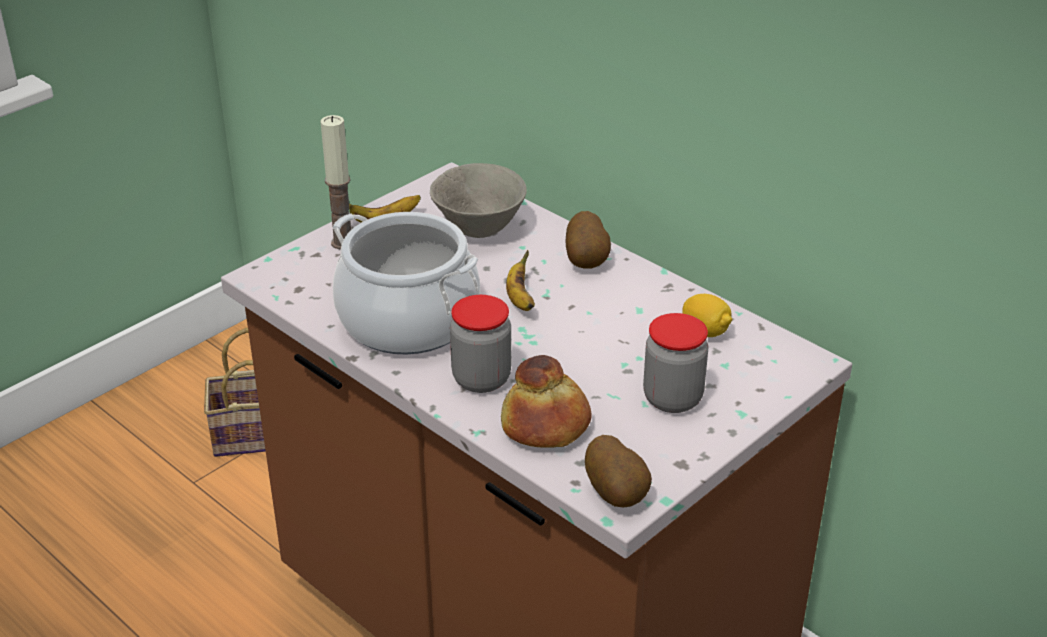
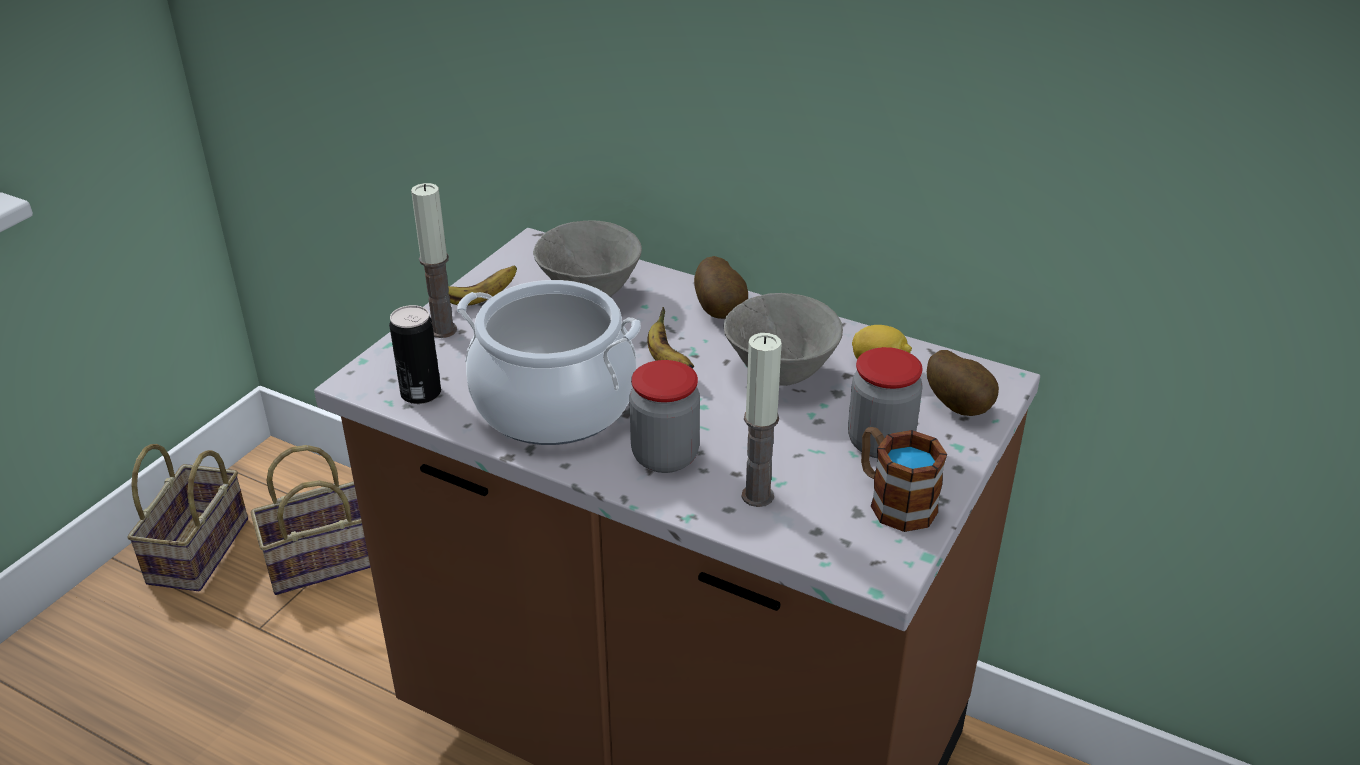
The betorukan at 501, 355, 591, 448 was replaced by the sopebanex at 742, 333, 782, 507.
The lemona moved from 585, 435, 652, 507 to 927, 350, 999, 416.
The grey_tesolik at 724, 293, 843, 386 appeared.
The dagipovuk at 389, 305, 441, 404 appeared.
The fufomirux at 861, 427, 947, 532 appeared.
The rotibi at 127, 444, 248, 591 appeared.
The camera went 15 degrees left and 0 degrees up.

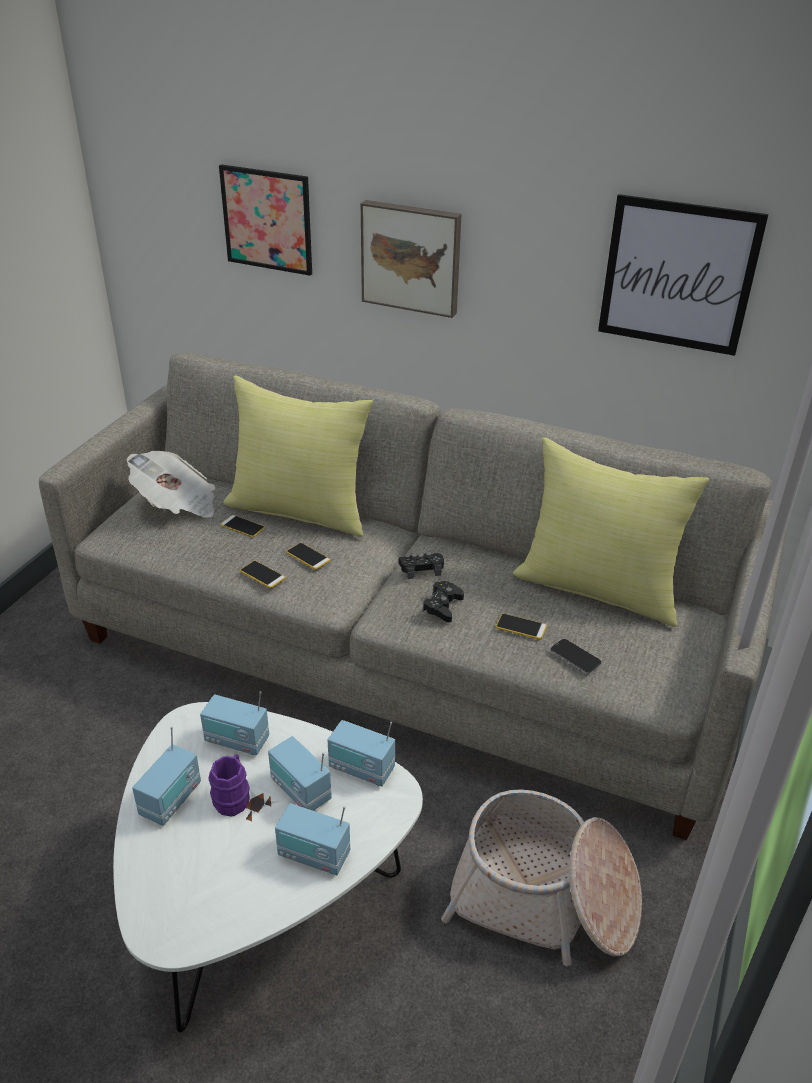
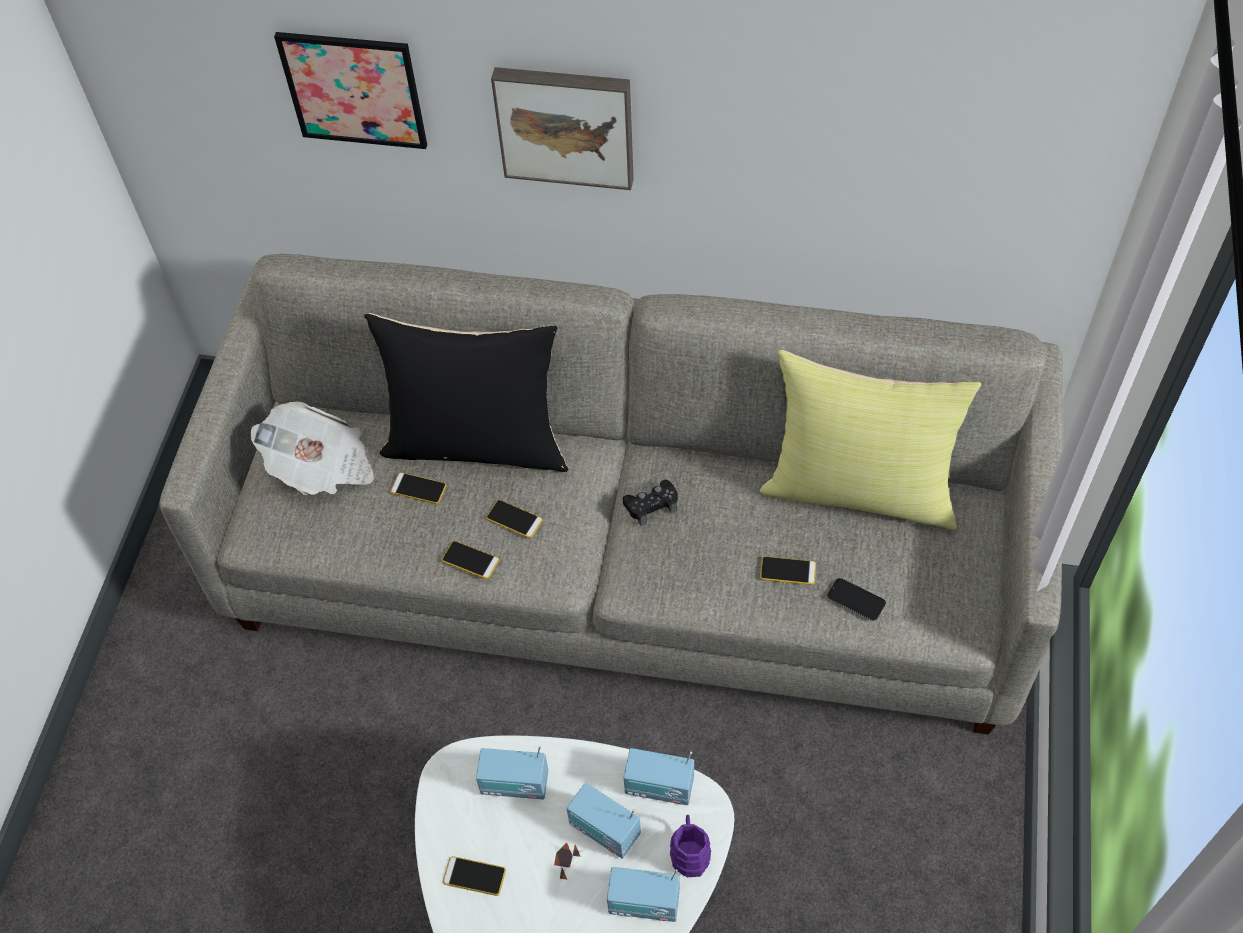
The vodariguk at 598, 194, 768, 356 disappeared.
The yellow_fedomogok at 223, 376, 373, 537 became the black_fedomogok at 364, 313, 568, 472.
The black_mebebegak at 423, 581, 464, 622 disappeared.
The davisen at 132, 726, 201, 826 was replaced by the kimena at 443, 856, 506, 896.
The purple_fufomirux moved from 208, 754, 250, 817 to 670, 815, 711, 877.
The rotibi at 441, 790, 642, 966 disappeared.
The camera went 10 degrees left and 20 degrees up.

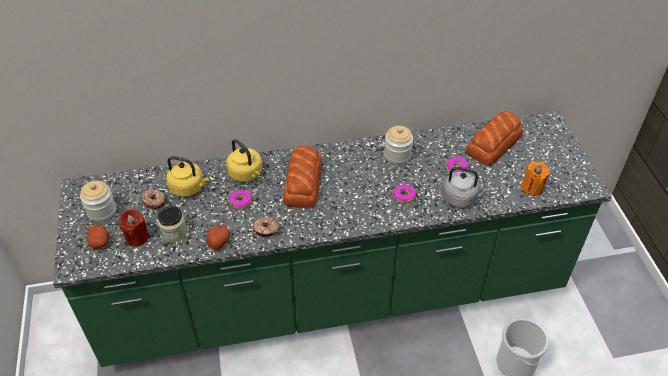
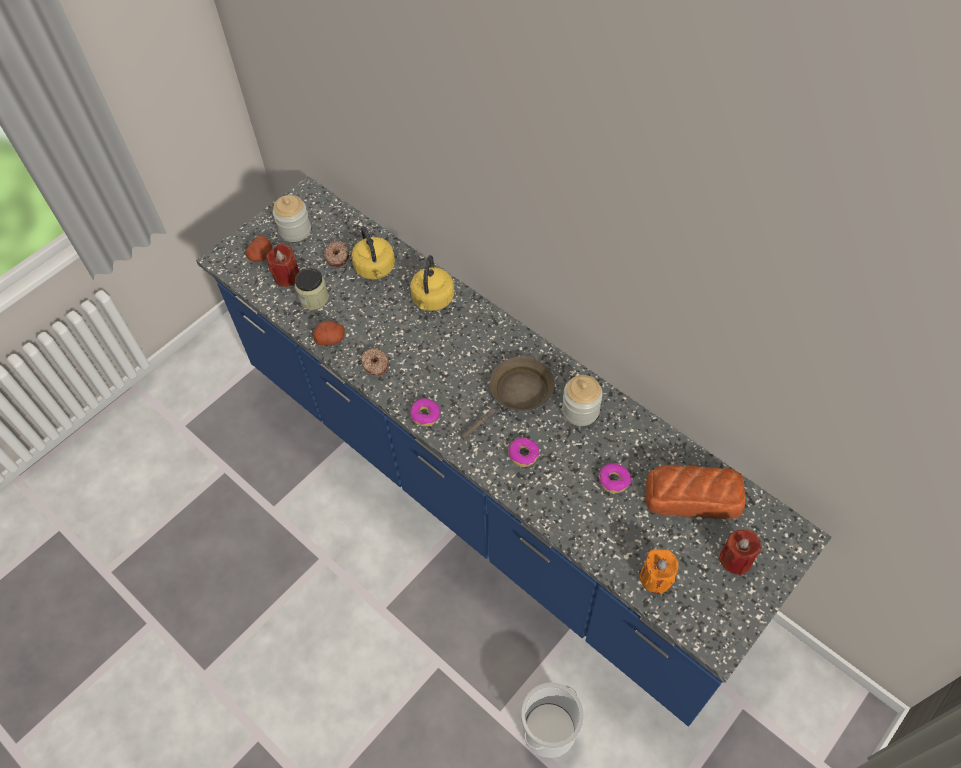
The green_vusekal at 53, 111, 612, 367 became the blue_vusekal at 196, 176, 831, 726.
The betorukan at 283, 146, 322, 208 disappeared.
The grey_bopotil at 442, 167, 491, 208 disappeared.
The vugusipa moved from 229, 190, 253, 210 to 410, 398, 441, 426.
The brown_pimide at 461, 357, 555, 439 appeared.
The red_sopebanex at 718, 530, 761, 576 appeared.
The camera went 55 degrees right and 10 degrees up.

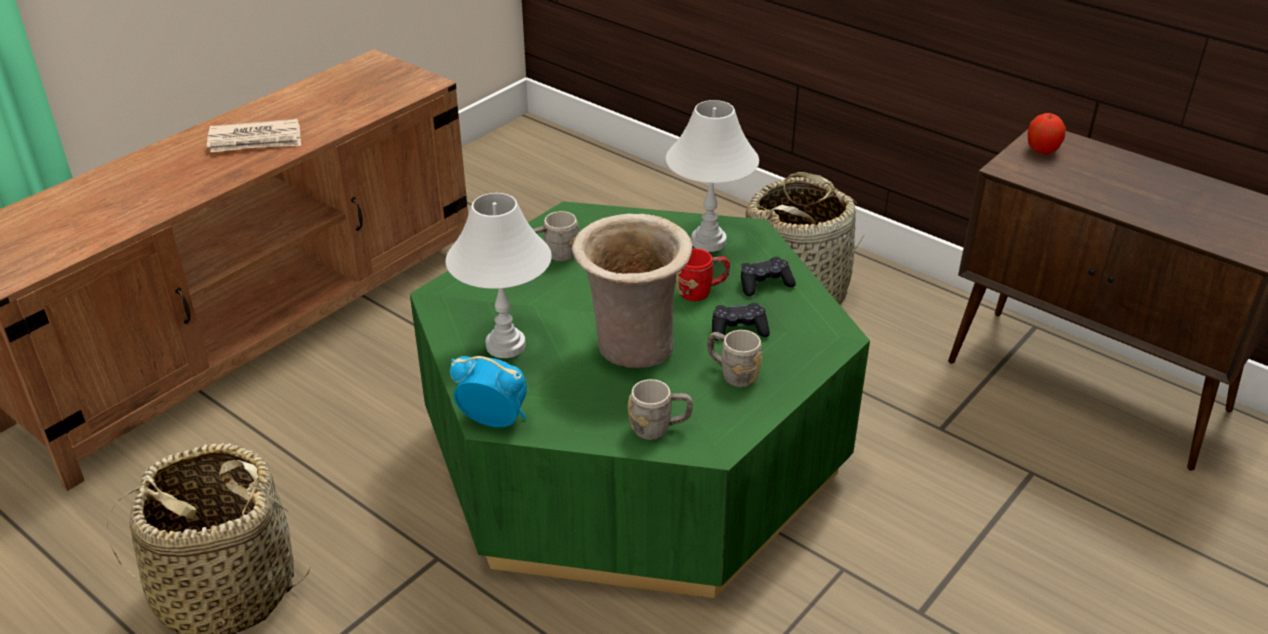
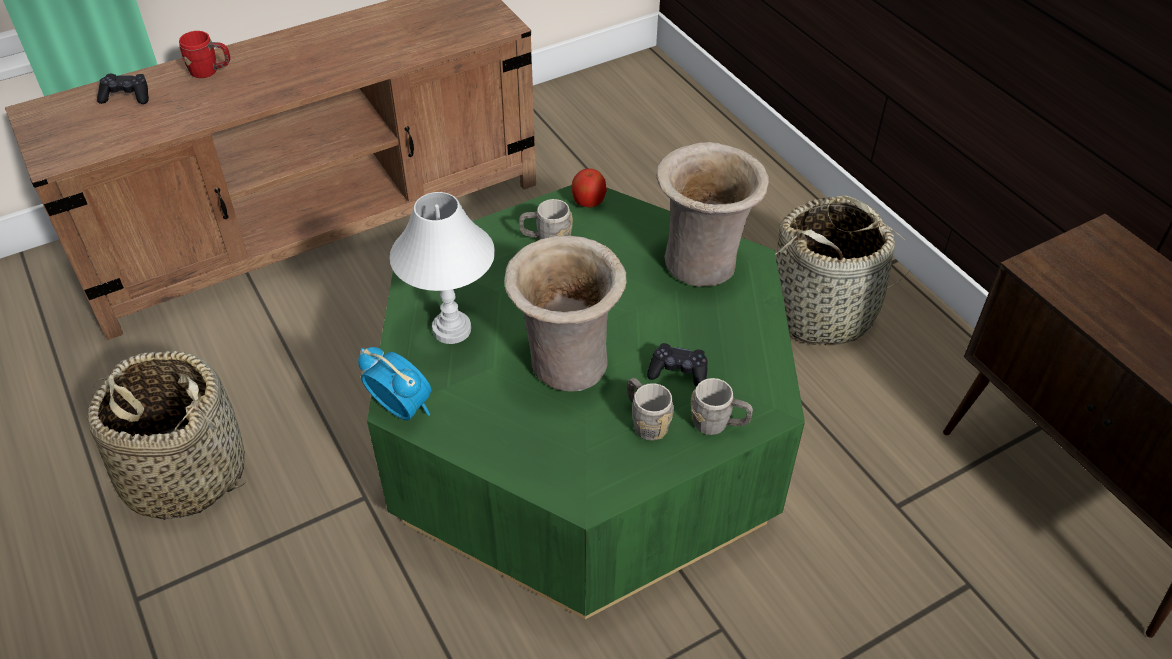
The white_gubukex at 666, 100, 759, 252 was replaced by the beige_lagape at 656, 142, 769, 287.
The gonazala moved from 1028, 113, 1066, 154 to 571, 168, 607, 208.
The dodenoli at 207, 119, 301, 152 disappeared.
The red_fufomirux moved from 676, 249, 730, 301 to 179, 31, 230, 78.
The black_mebebegak moved from 741, 257, 796, 296 to 97, 74, 149, 104.
The grey_fufomirux moved from 628, 379, 693, 440 to 691, 378, 753, 435.
The camera went 20 degrees right and 10 degrees up.

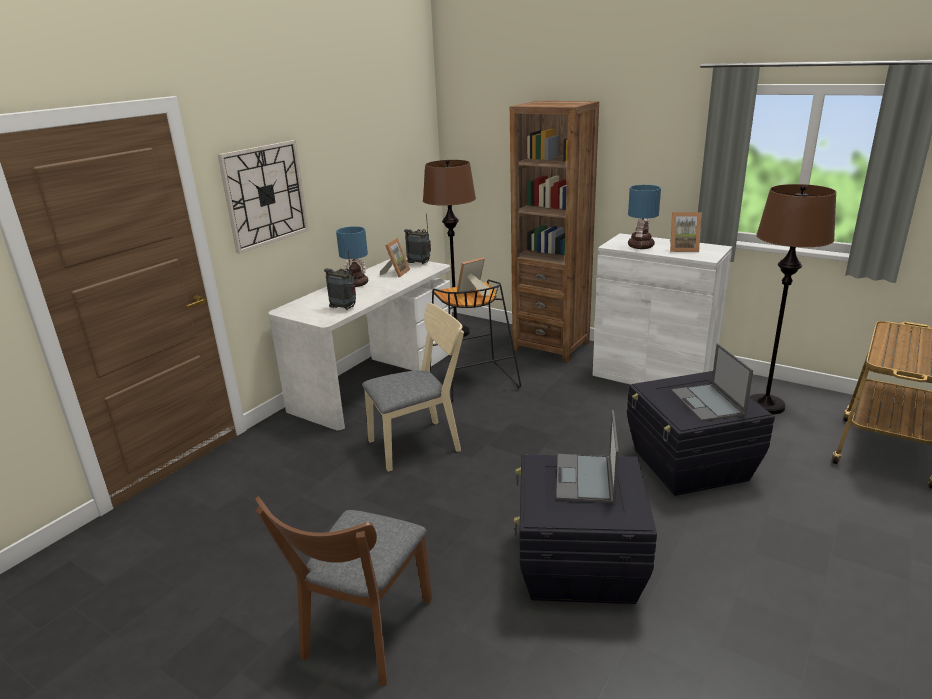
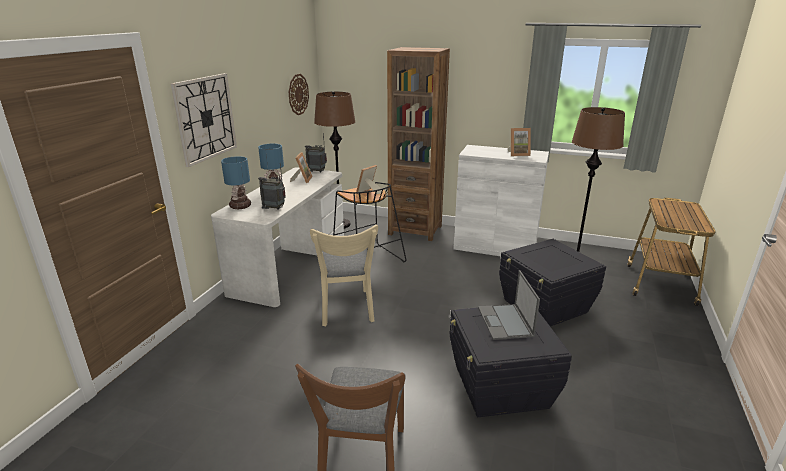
The gubukex moved from 628, 185, 661, 249 to 221, 156, 251, 209.
The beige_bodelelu at 362, 303, 464, 472 turned 120 degrees clockwise.
The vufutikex at 671, 343, 753, 421 disappeared.
The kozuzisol at 289, 74, 309, 115 appeared.
The camera went 15 degrees left and 0 degrees up.

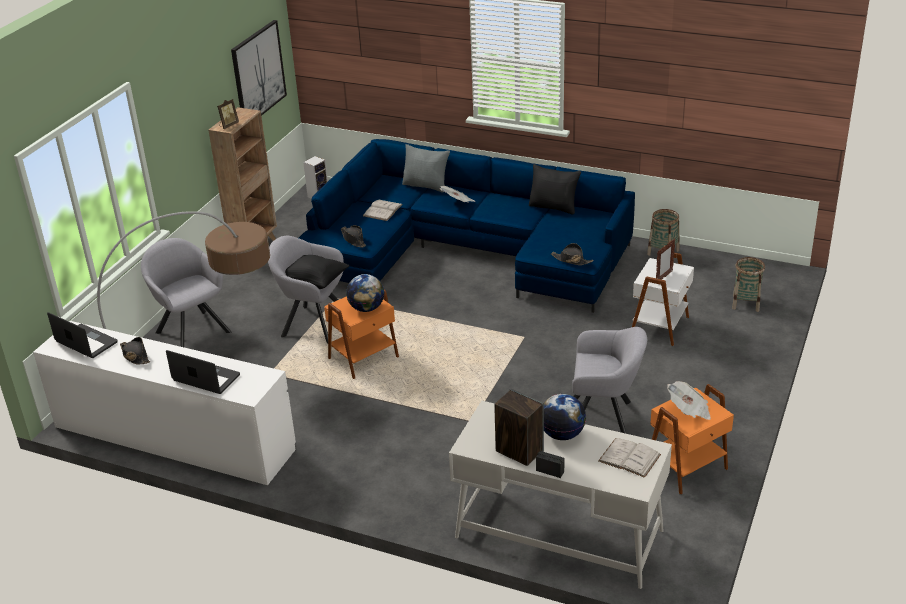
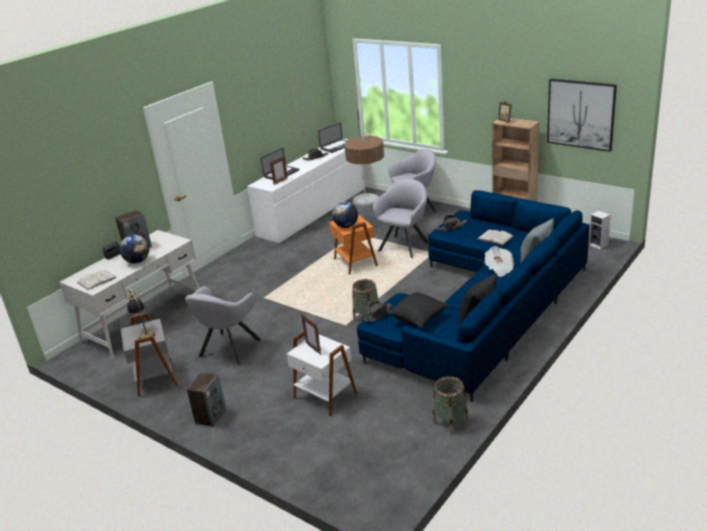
The black_fedomogok moved from 285, 255, 349, 289 to 387, 292, 449, 328.
The rotibi moved from 732, 257, 765, 312 to 352, 279, 379, 321.
The dodenoli at 667, 381, 711, 420 was replaced by the gubukex at 126, 289, 155, 339.
The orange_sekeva at 650, 384, 734, 495 became the grey_sekeva at 121, 313, 178, 397.
The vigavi at 270, 156, 288, 185 appeared.
The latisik at 187, 372, 226, 427 appeared.
The camera went 105 degrees right and 5 degrees down.

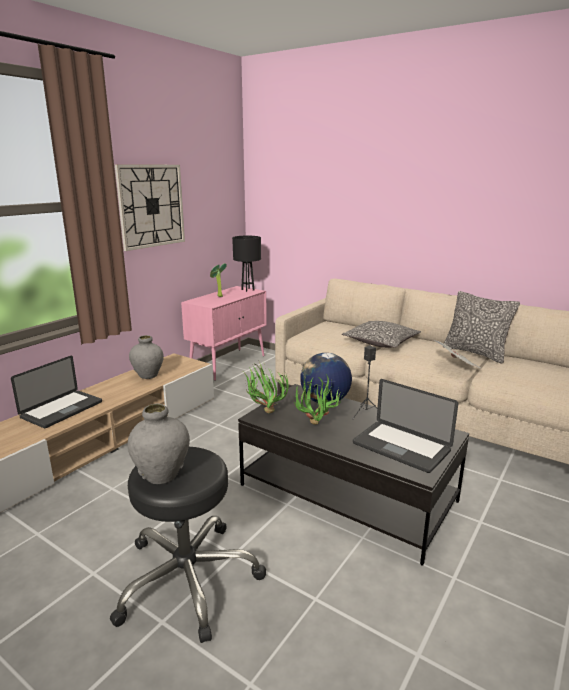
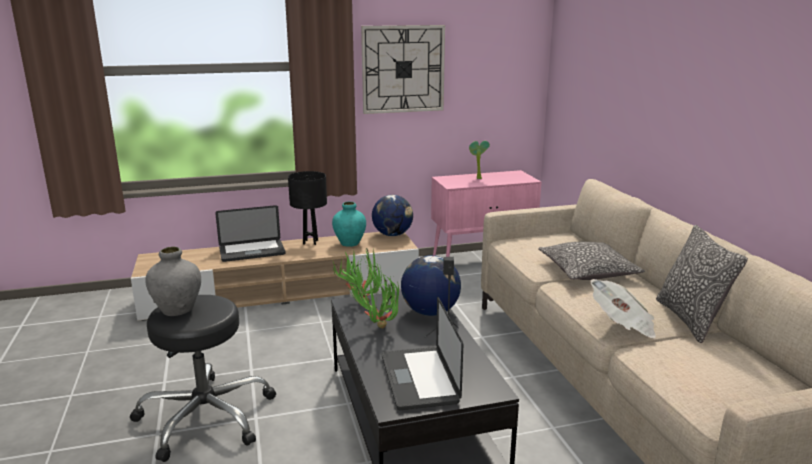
The black_gubukex moved from 232, 236, 261, 292 to 288, 171, 327, 245.
The grey_lagape at 129, 335, 164, 379 became the turquoise_lagape at 332, 202, 366, 247.
The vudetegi at 372, 195, 413, 236 appeared.
The camera went 40 degrees right and 0 degrees up.

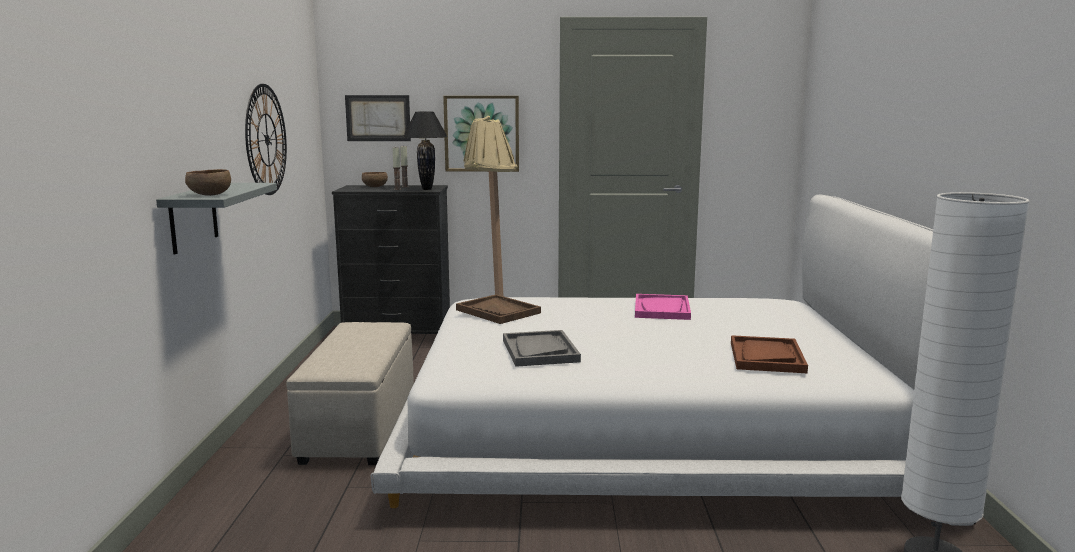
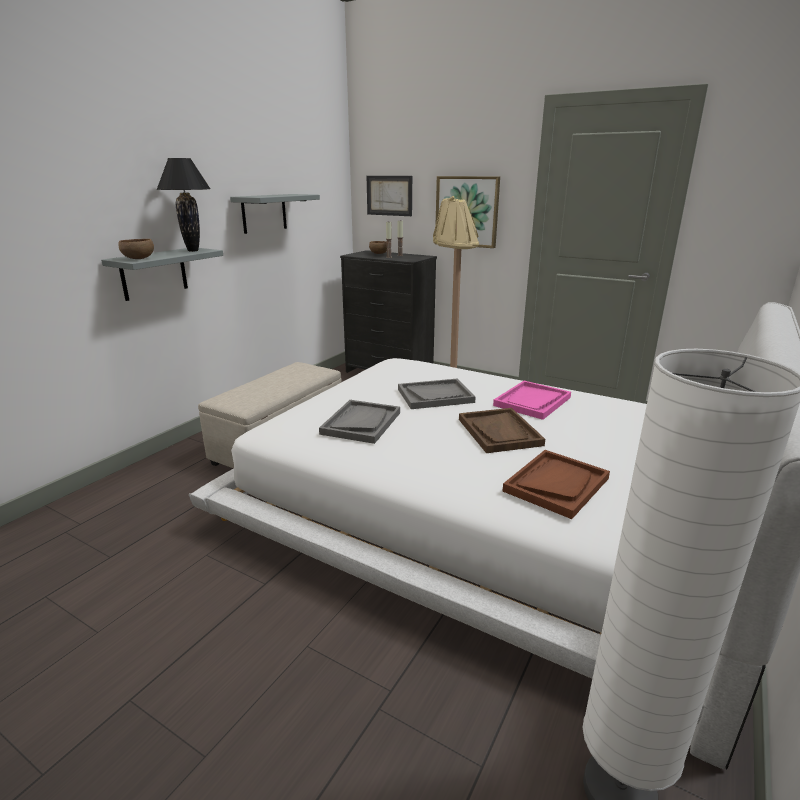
The kozuzisol at 245, 84, 287, 195 was replaced by the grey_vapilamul at 230, 194, 320, 234.
The black_gubukex moved from 403, 112, 448, 190 to 157, 158, 211, 252.
The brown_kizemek moved from 456, 294, 541, 324 to 459, 408, 545, 453.
The grey_kizemek at 398, 378, 475, 409 appeared.
The camera went 30 degrees right and 10 degrees up.

